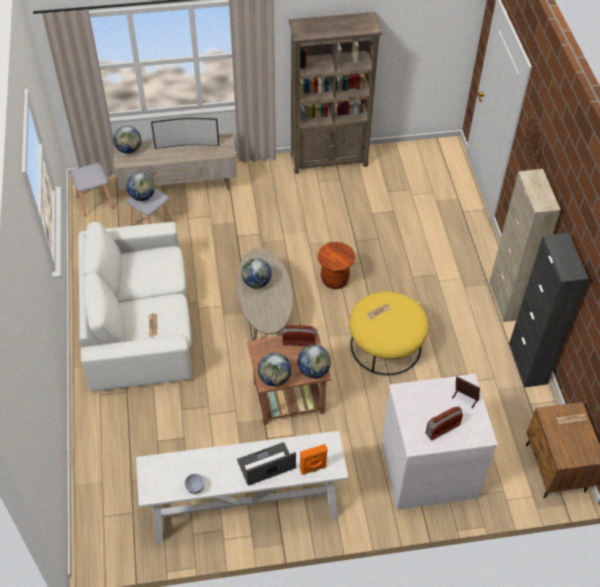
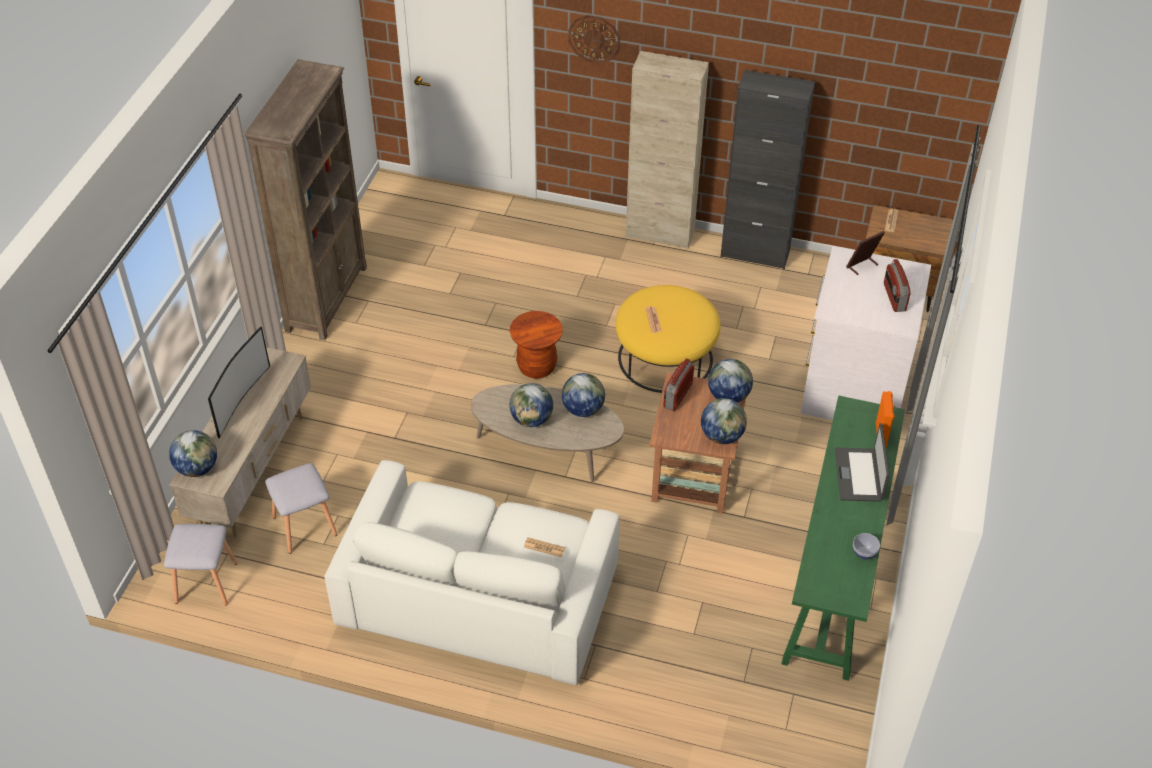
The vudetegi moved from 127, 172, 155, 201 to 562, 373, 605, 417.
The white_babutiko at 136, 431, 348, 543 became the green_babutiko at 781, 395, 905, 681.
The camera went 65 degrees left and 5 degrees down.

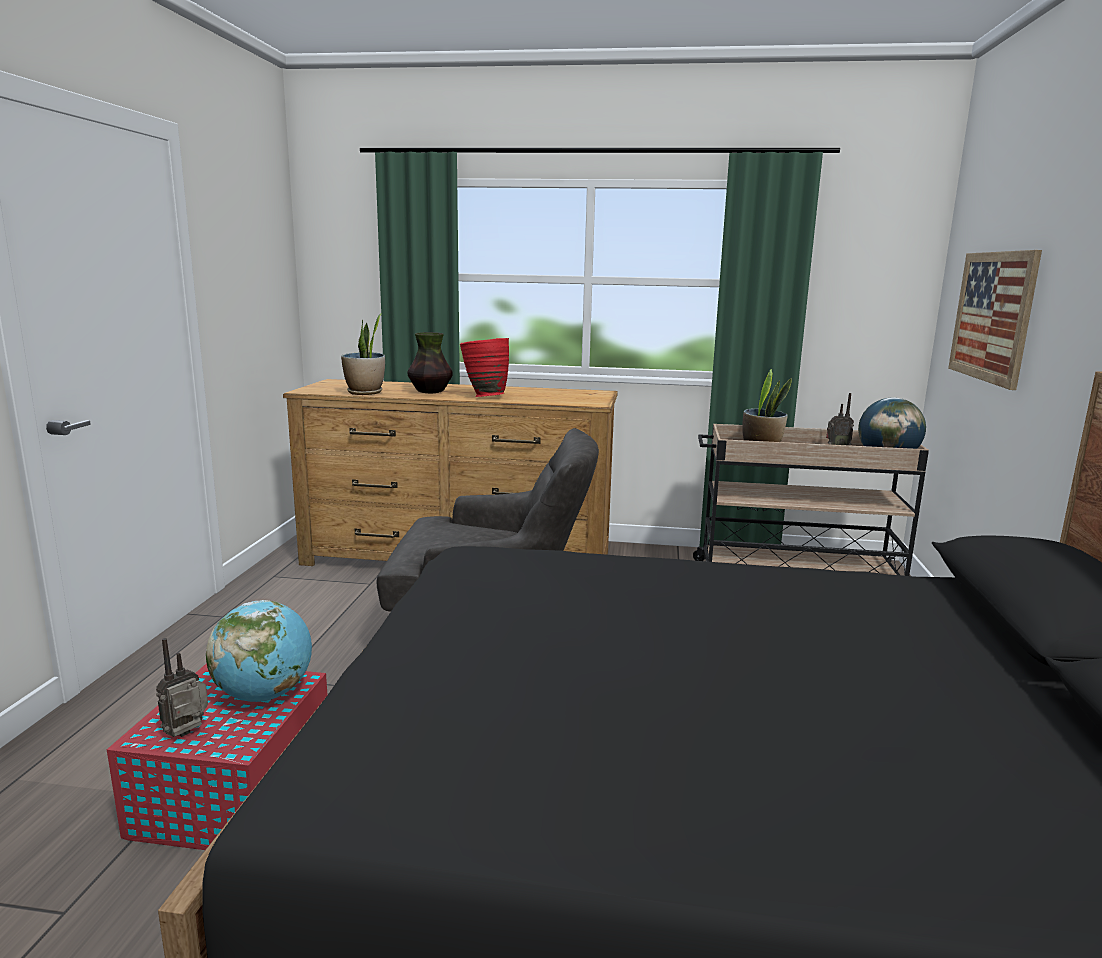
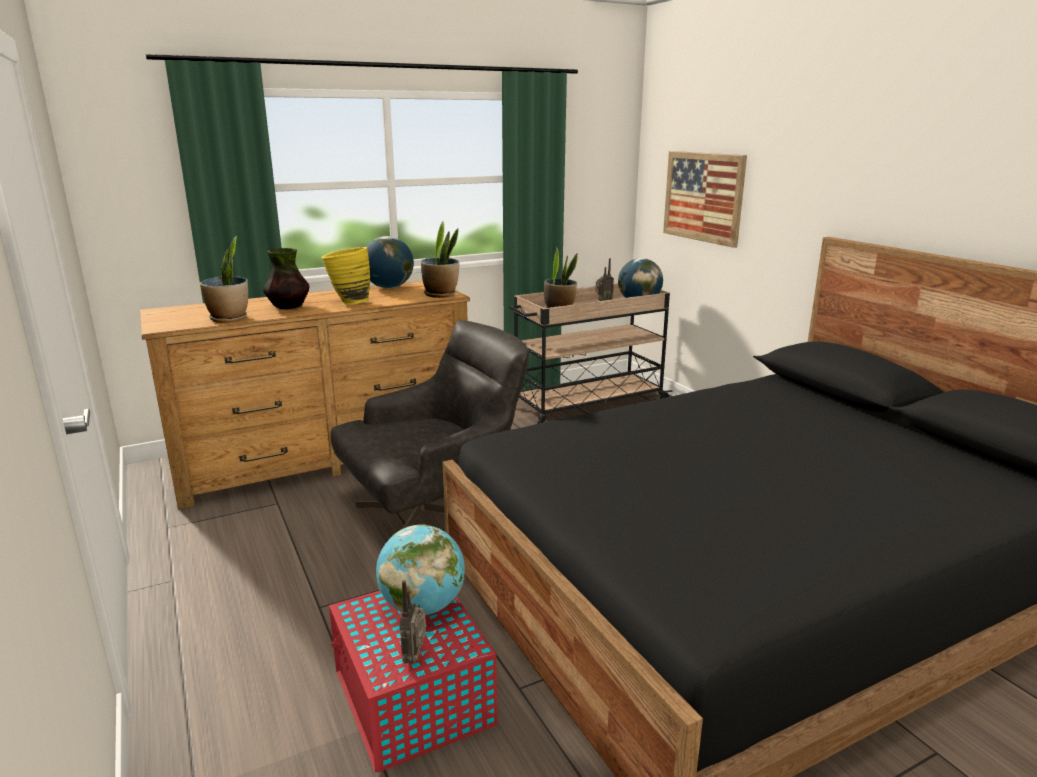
The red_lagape at 460, 338, 509, 397 became the yellow_lagape at 321, 247, 370, 305.
The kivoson at 421, 221, 460, 298 appeared.
The vudetegi at 366, 236, 414, 288 appeared.
The camera went 35 degrees left and 5 degrees up.

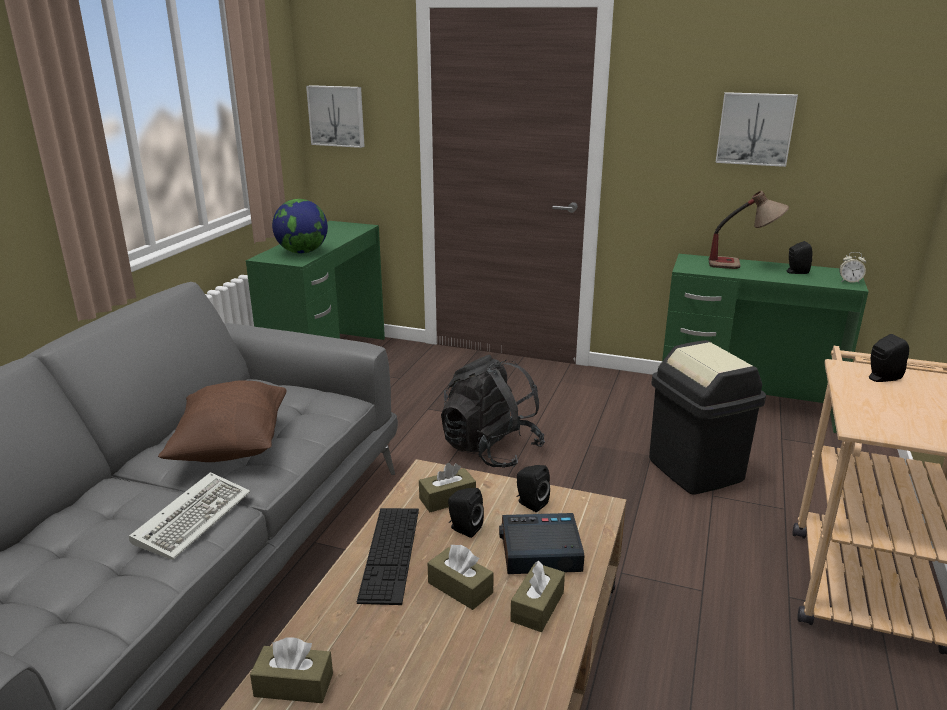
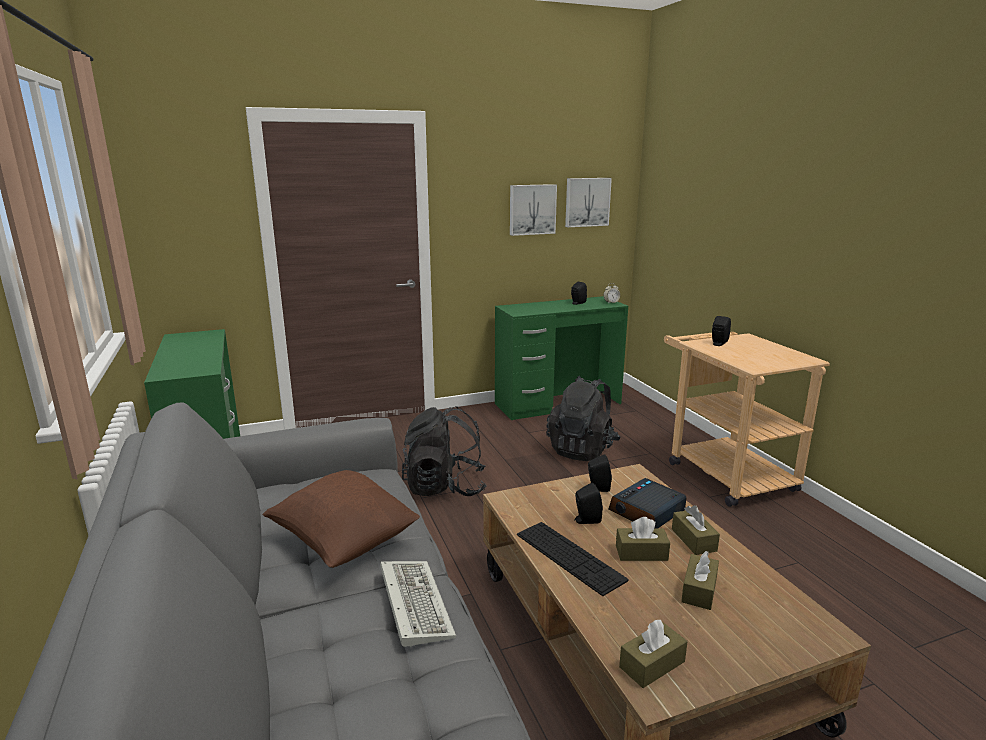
The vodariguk moved from 306, 85, 365, 148 to 565, 178, 612, 227.
The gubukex at 709, 191, 789, 269 disappeared.
The vudetegi at 272, 199, 328, 254 disappeared.
The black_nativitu at 649, 340, 766, 495 was replaced by the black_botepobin at 546, 376, 621, 461.
The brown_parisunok moved from 419, 463, 476, 512 to 681, 551, 719, 610.
The camera went 40 degrees left and 5 degrees down.

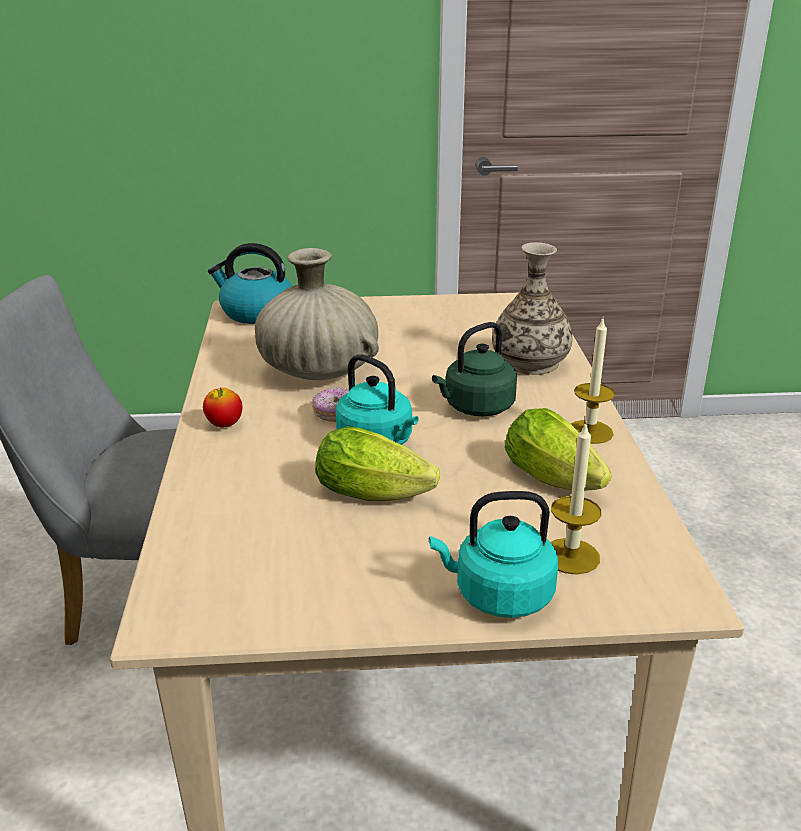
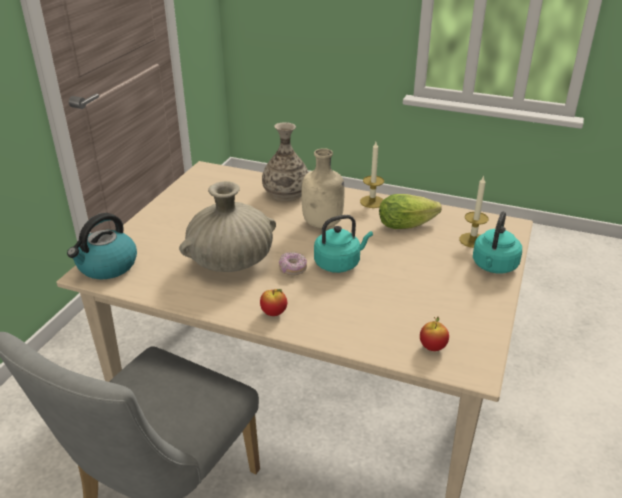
The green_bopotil at 432, 322, 517, 416 was replaced by the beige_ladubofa at 302, 148, 345, 228.
The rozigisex at 315, 426, 440, 501 disappeared.
The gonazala at 420, 316, 449, 351 appeared.
The camera went 65 degrees left and 5 degrees up.

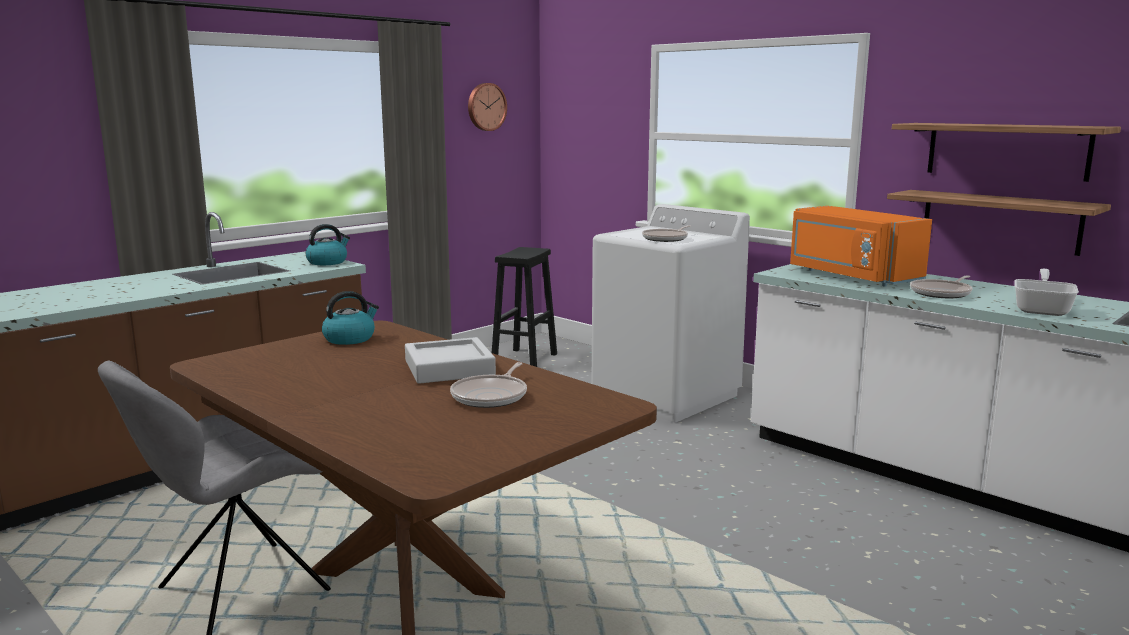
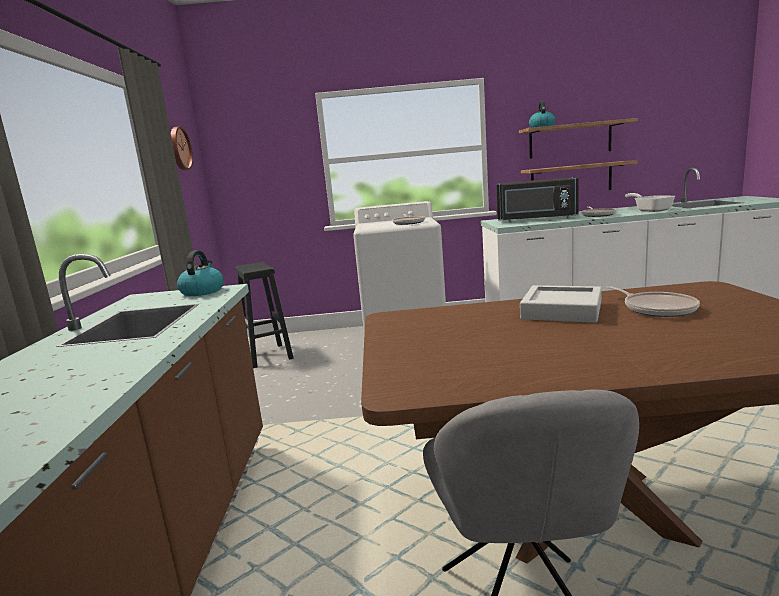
The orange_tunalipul at 790, 206, 932, 286 became the black_tunalipul at 496, 177, 579, 223.
The bopotil moved from 322, 291, 379, 345 to 529, 101, 555, 128.
The camera went 45 degrees left and 0 degrees up.

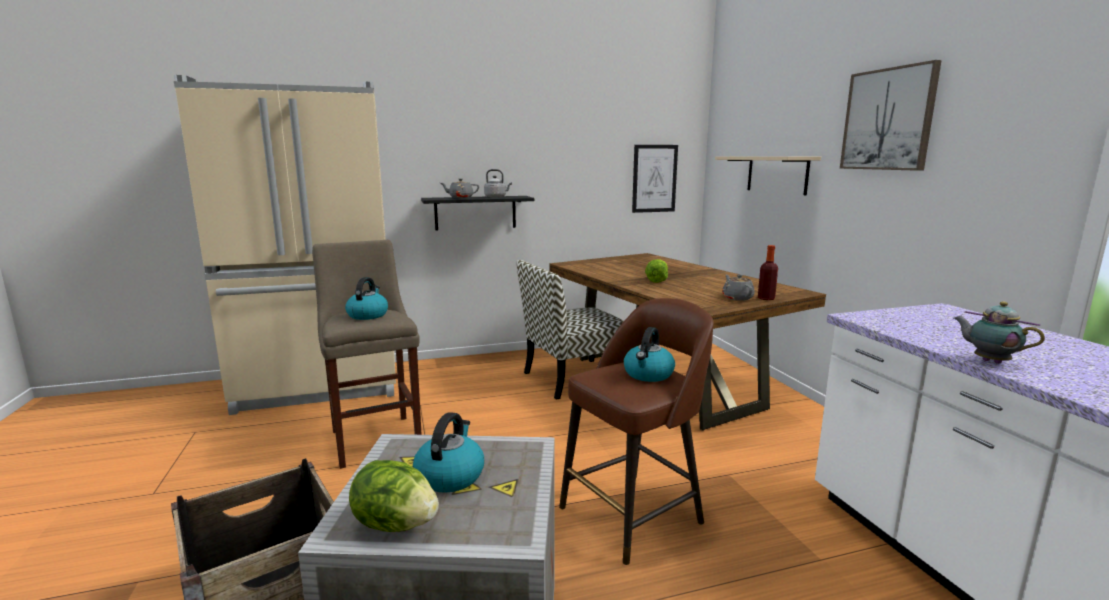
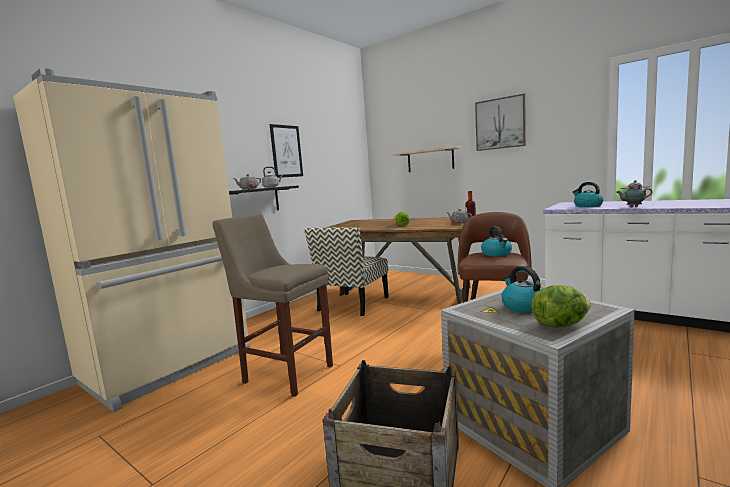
The vodariguk moved from 632, 145, 678, 213 to 270, 124, 303, 178.
The bopotil moved from 345, 277, 388, 320 to 573, 182, 603, 207.
The camera went 35 degrees left and 5 degrees down.

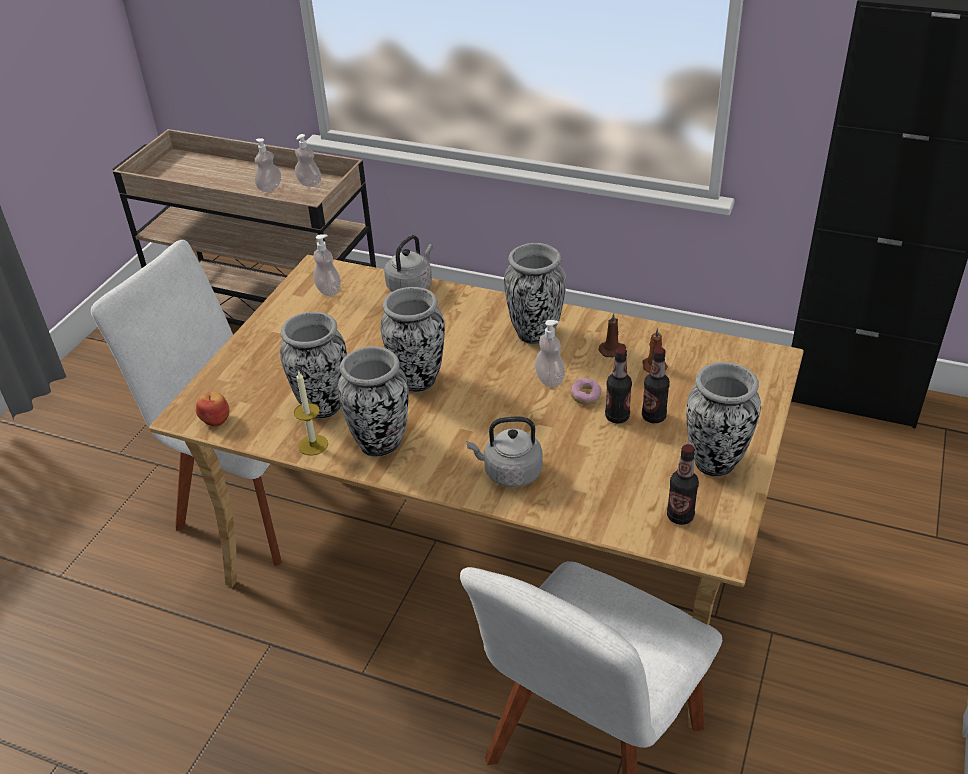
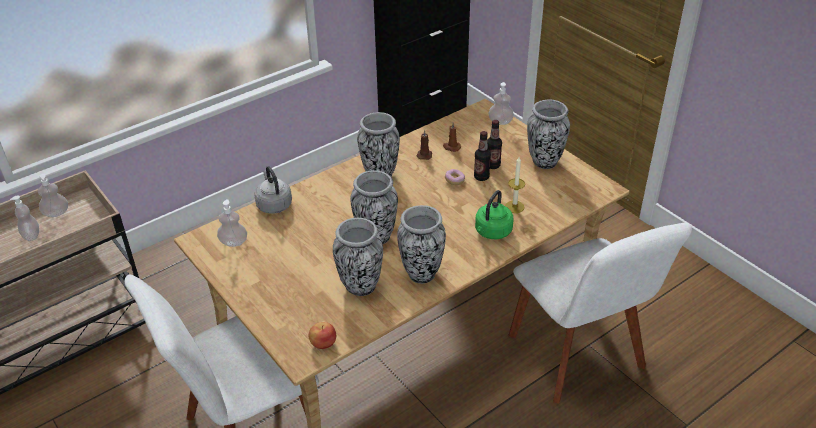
The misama moved from 535, 320, 565, 387 to 489, 82, 514, 125.
The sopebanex moved from 294, 370, 328, 456 to 505, 157, 525, 213.
The grey_bopotil at 467, 417, 543, 487 became the green_bopotil at 475, 190, 513, 239.
The ladubofa at 667, 444, 699, 525 disappeared.
The camera went 60 degrees left and 0 degrees up.

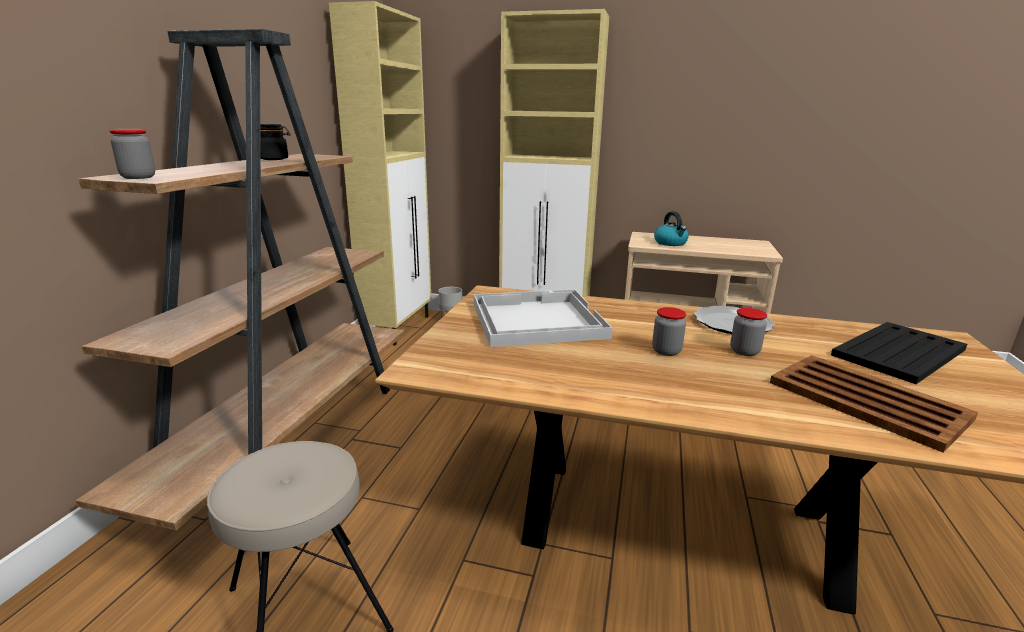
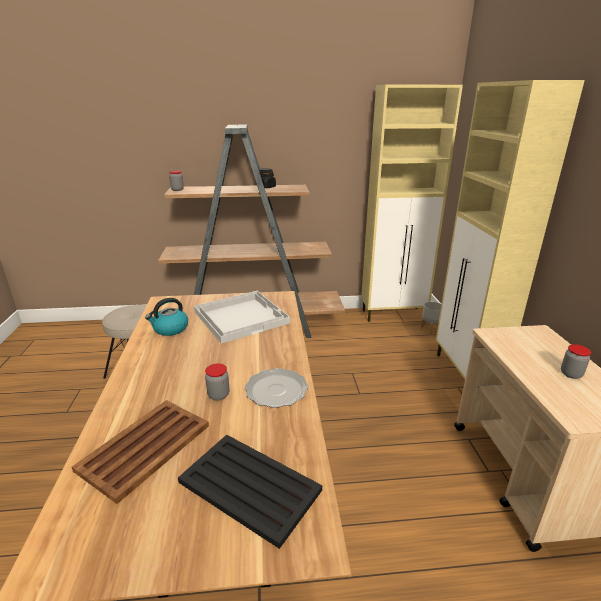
The bopotil moved from 654, 211, 689, 246 to 145, 298, 188, 336.
The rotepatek moved from 652, 307, 686, 356 to 561, 344, 591, 379.
The camera went 70 degrees right and 5 degrees up.

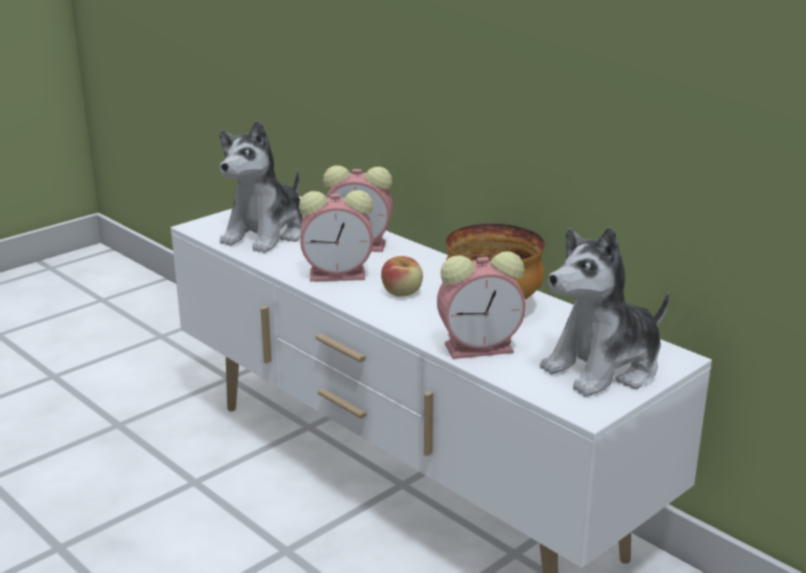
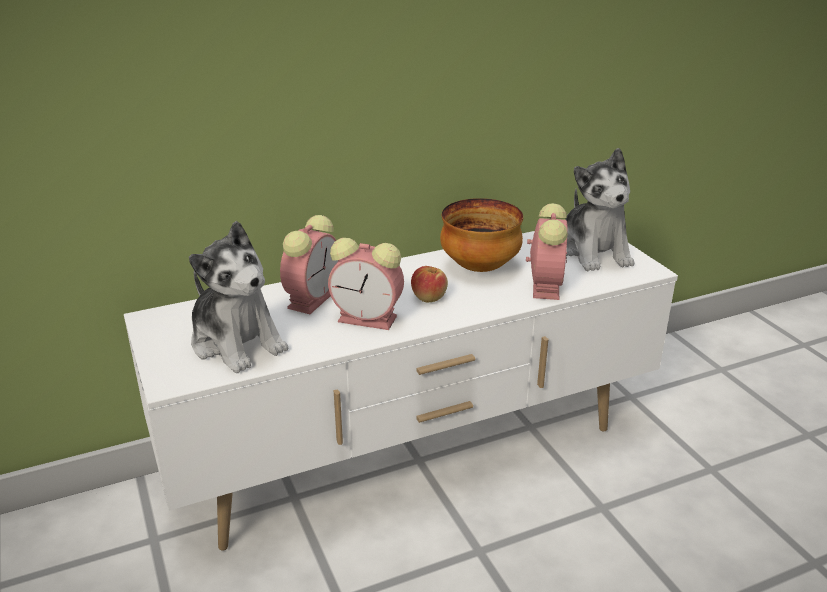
The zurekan at 299, 190, 373, 282 turned 90 degrees clockwise.
The camera went 70 degrees left and 5 degrees up.

